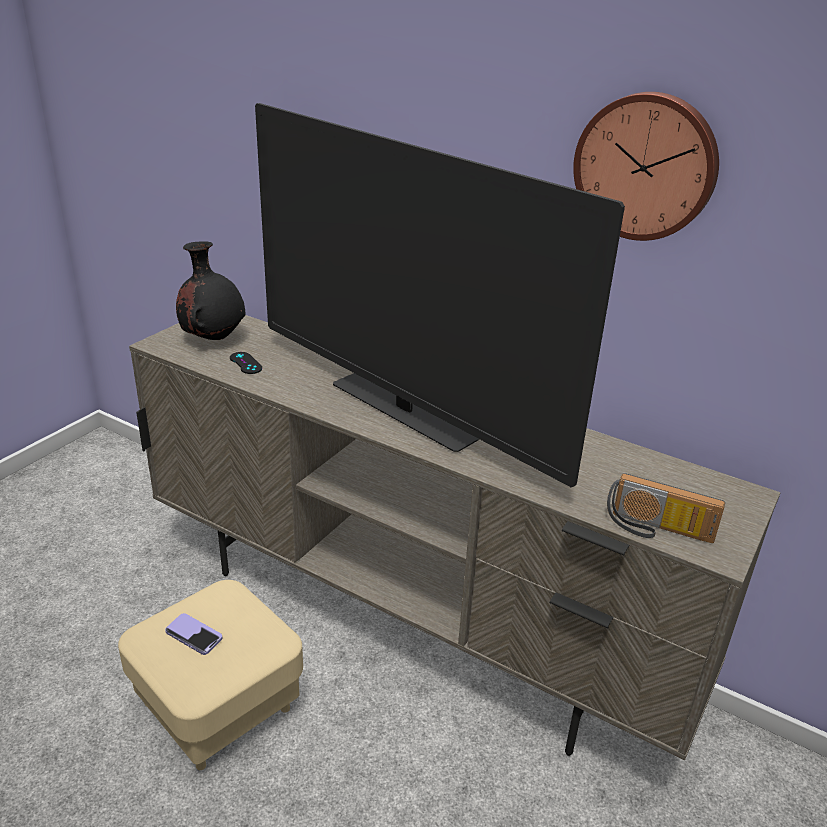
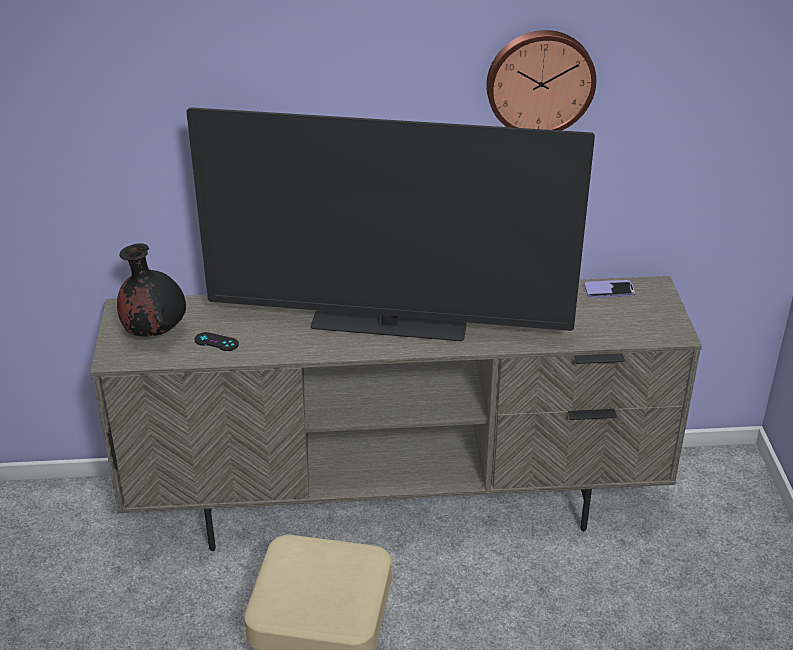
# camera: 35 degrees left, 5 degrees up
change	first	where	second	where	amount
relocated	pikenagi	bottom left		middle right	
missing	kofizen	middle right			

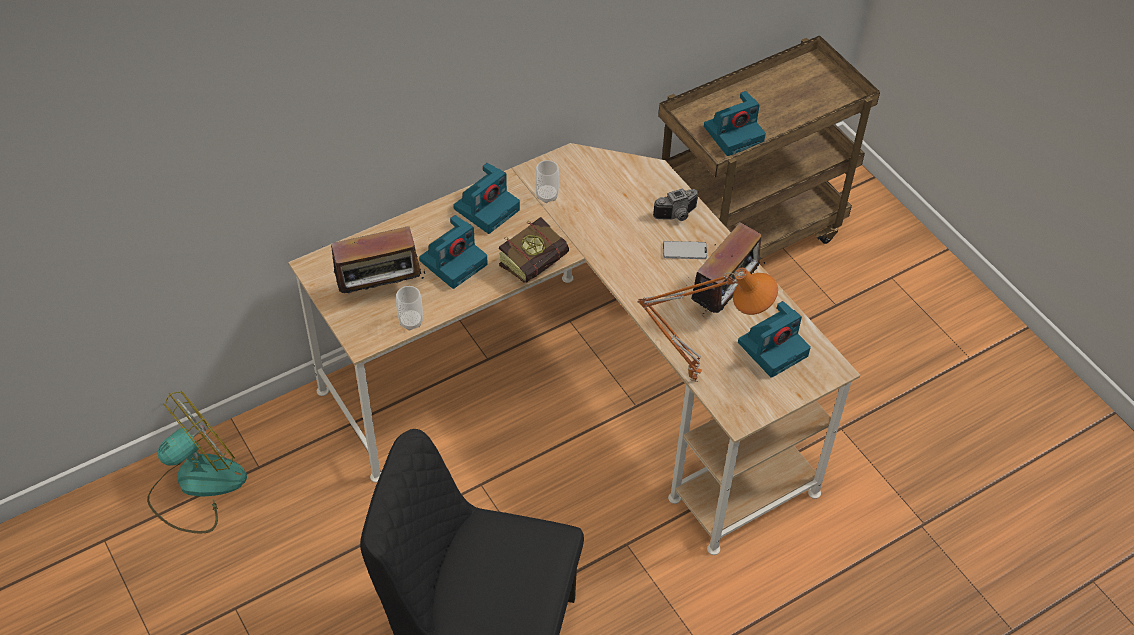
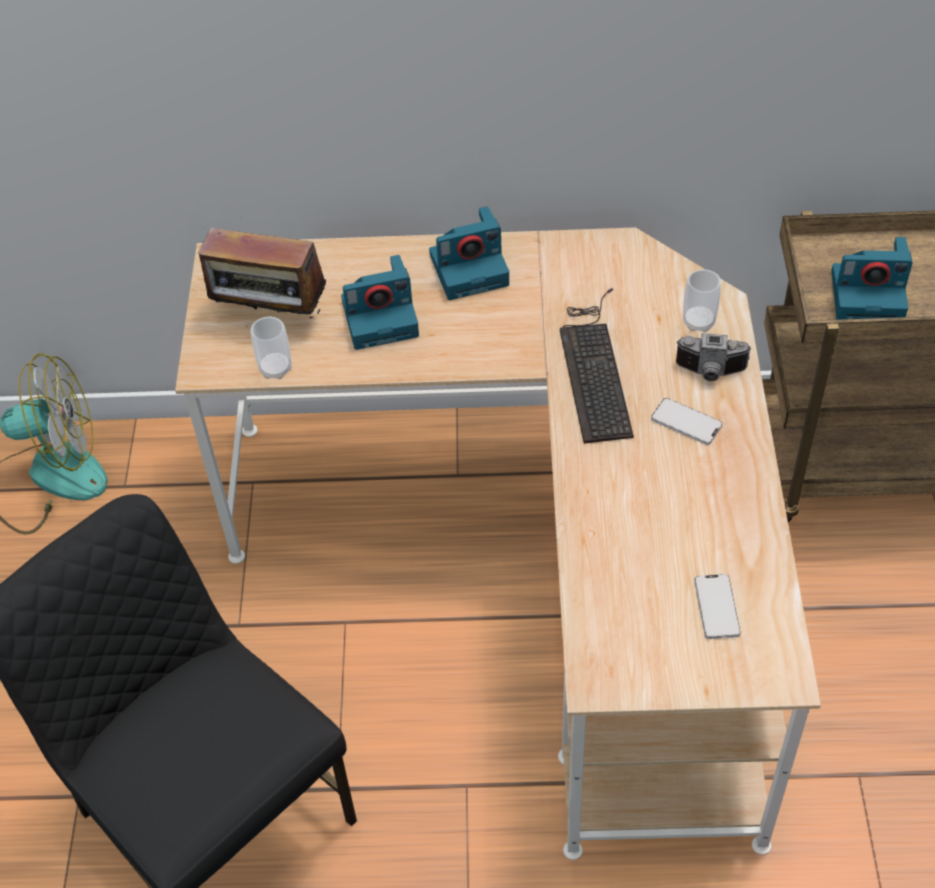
# camera: 35 degrees right, 0 degrees up
change	first	where	second	where	amount
missing	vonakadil	centre			
relocated	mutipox (no. 2 from left)	top centre		middle right	
missing	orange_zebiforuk	centre			
missing	kofizen (no. 2 from left)	centre			
exchanged	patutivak (no. 5 from left)	middle right	pikenagi (no. 2 from left)	bottom right	
appeared			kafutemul	centre	

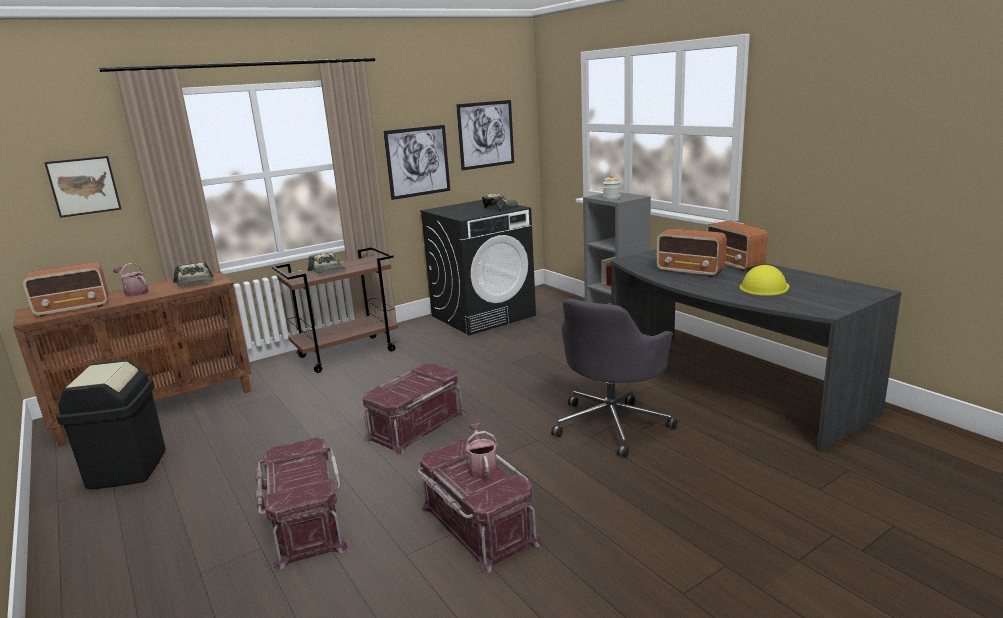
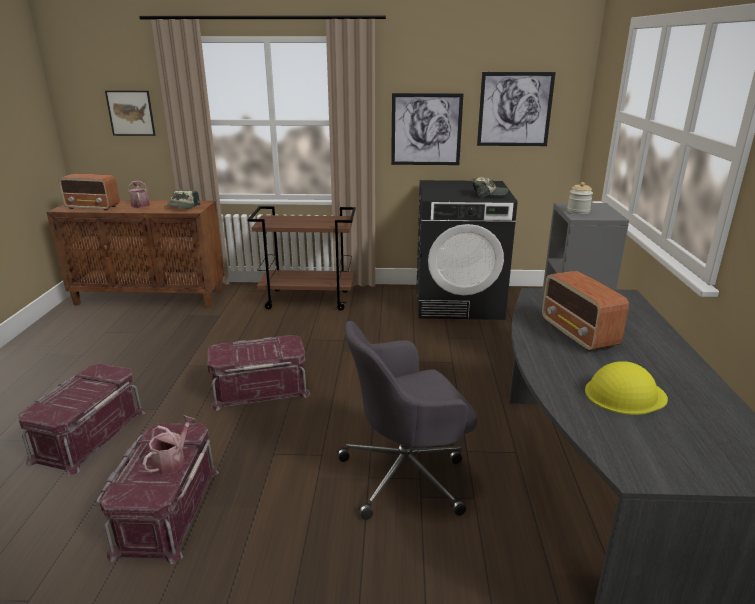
# camera: 35 degrees right, 5 degrees up
change	first	where	second	where	amount
missing	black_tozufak	bottom left			
missing	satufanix (no. 2 from left)	middle left			
missing	kofizen (no. 3 from left)	middle right			

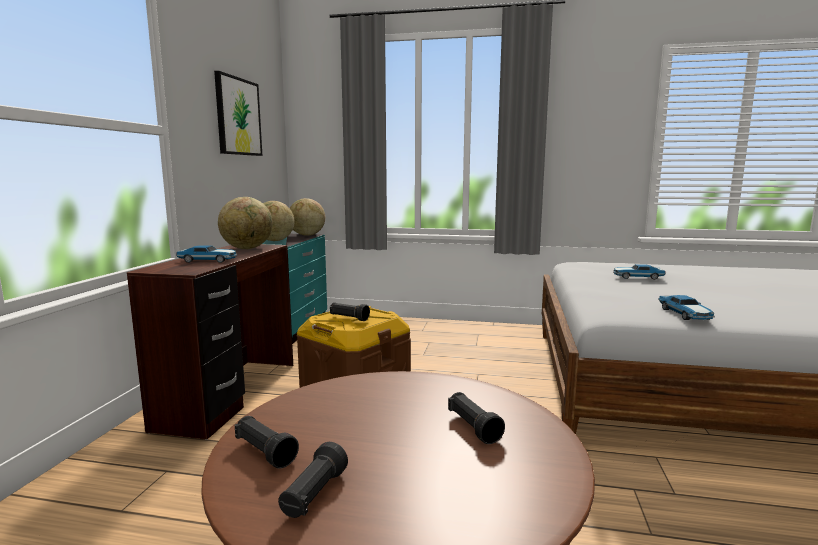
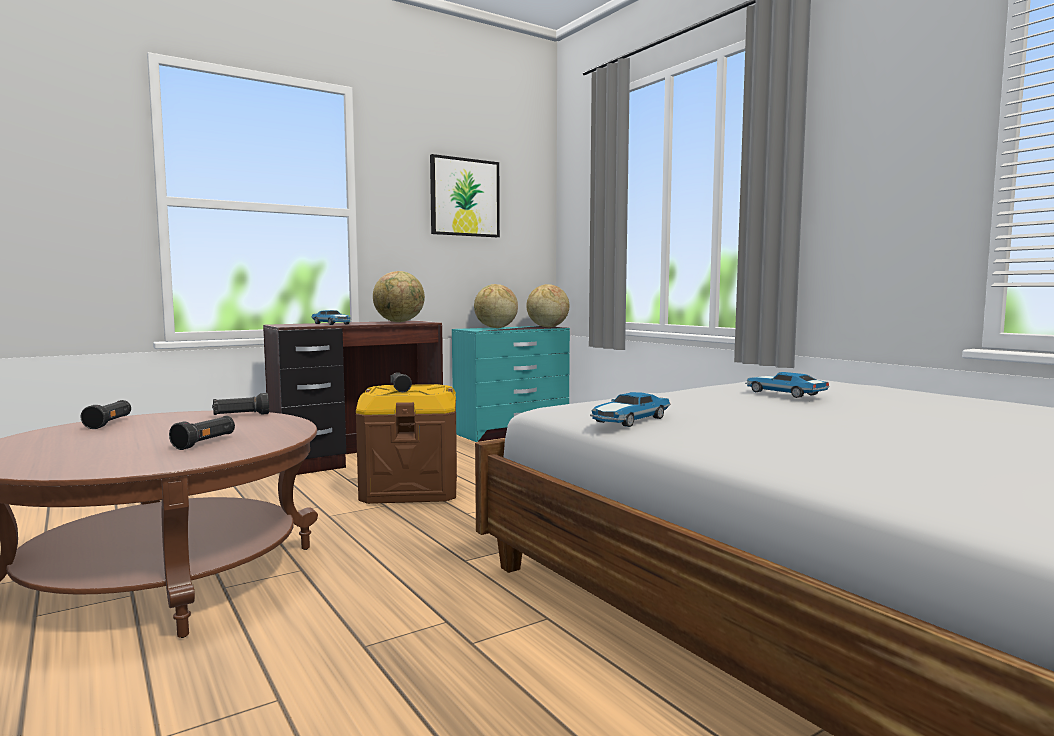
# camera: 45 degrees right, 5 degrees down
change	first	where	second	where	amount
relocated	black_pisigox (no. 2 from left in the first image)	bottom centre	black_pisigox (no. 3 from left)	middle left	

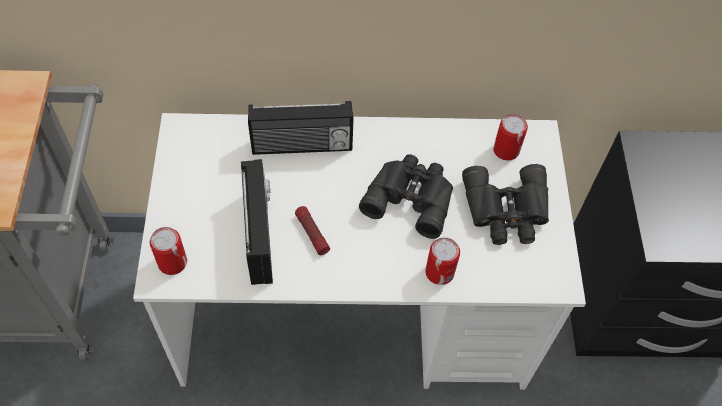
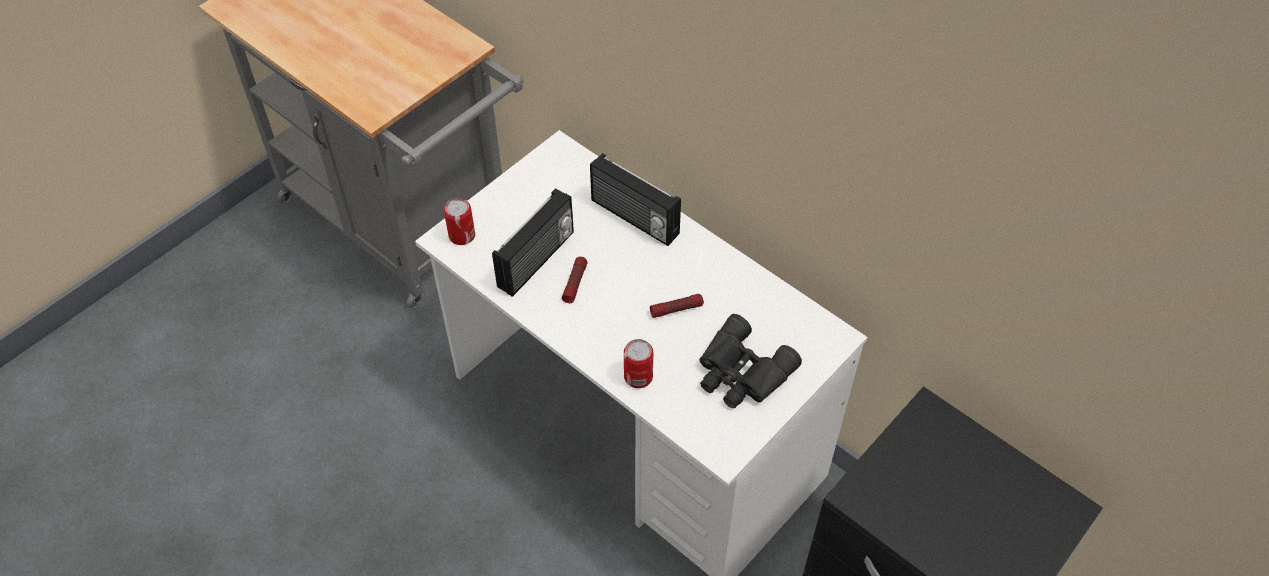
# camera: 45 degrees right, 5 degrees down
change	first	where	second	where	amount
exchanged	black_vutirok (no. 1 from left)	centre	pisigox (no. 2 from left)	centre	
missing	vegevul (no. 3 from left)	middle right			

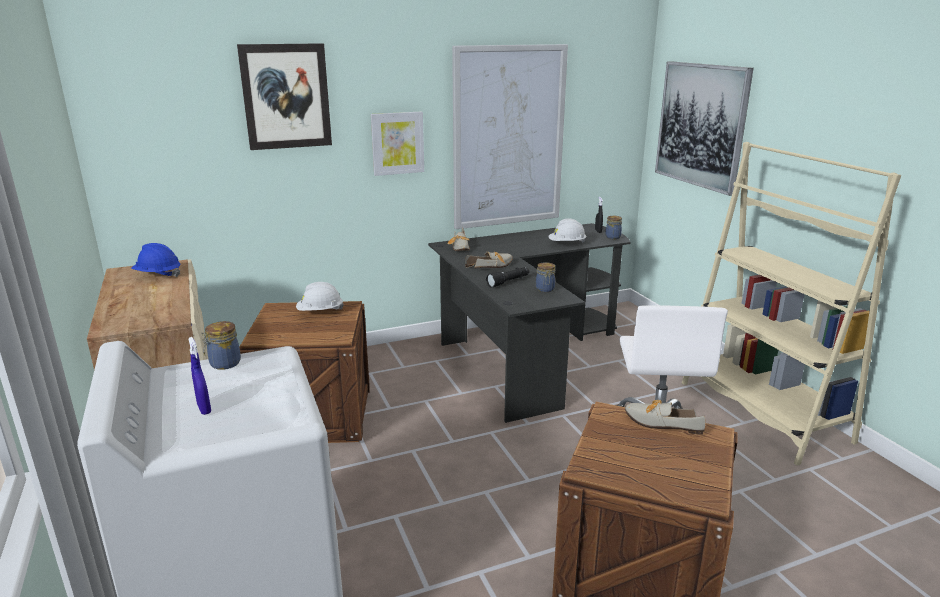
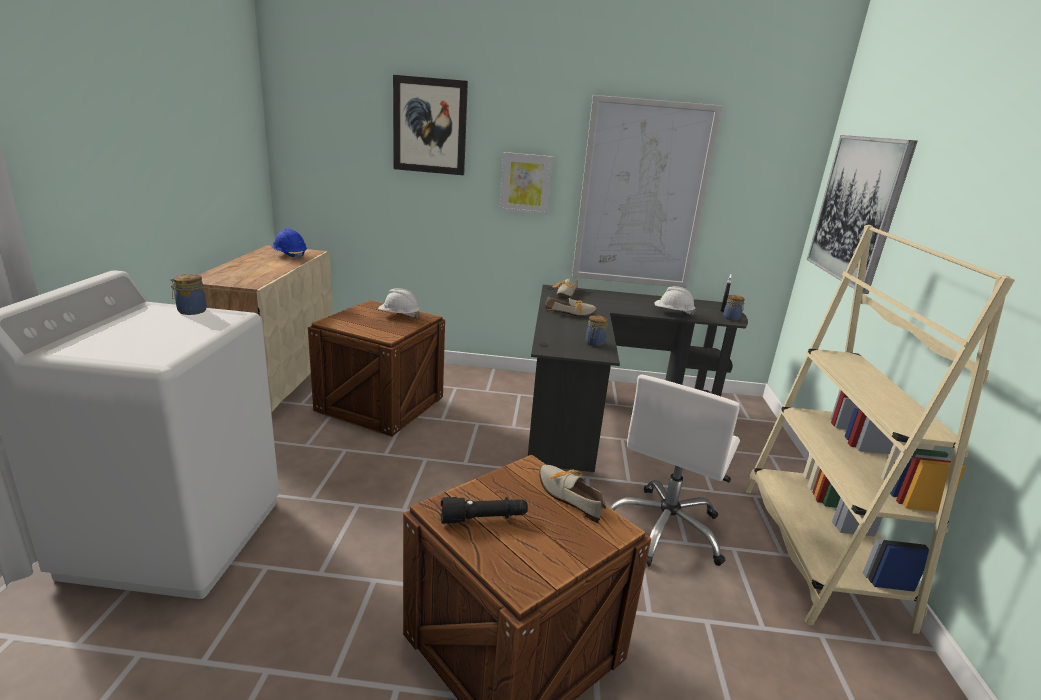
# camera: 25 degrees right, 0 degrees up
change	first	where	second	where	amount
missing	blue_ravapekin	middle left			
relocated	black_pisigox	centre		bottom centre	

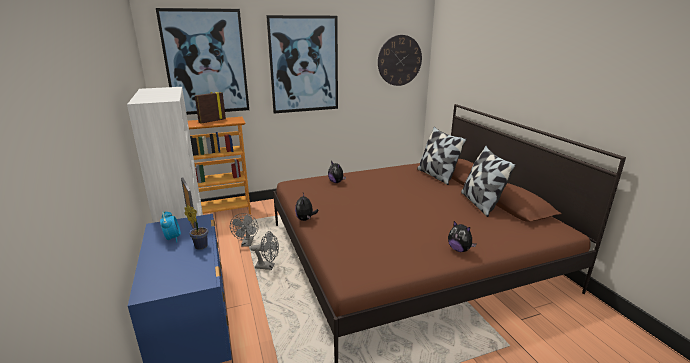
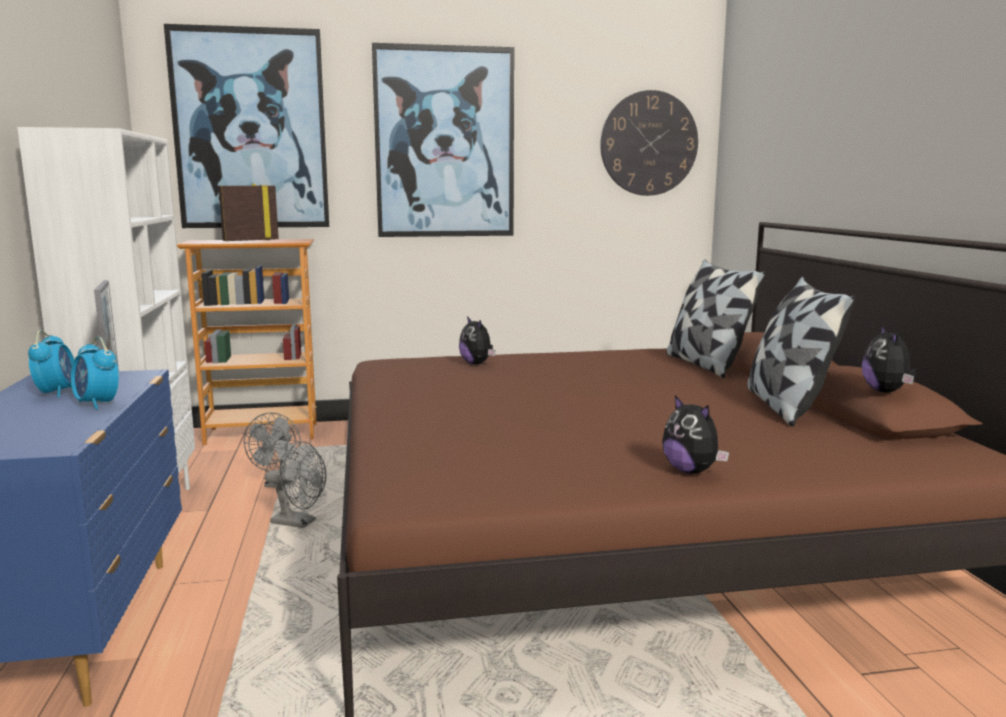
# camera: 10 degrees right, 10 degrees down
change	first	where	second	where	amount
exchanged	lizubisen	middle left	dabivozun (no. 2 from left)	middle left	
relocated	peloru (no. 1 from left in the first image)	centre	peloru (no. 3 from left)	middle right	

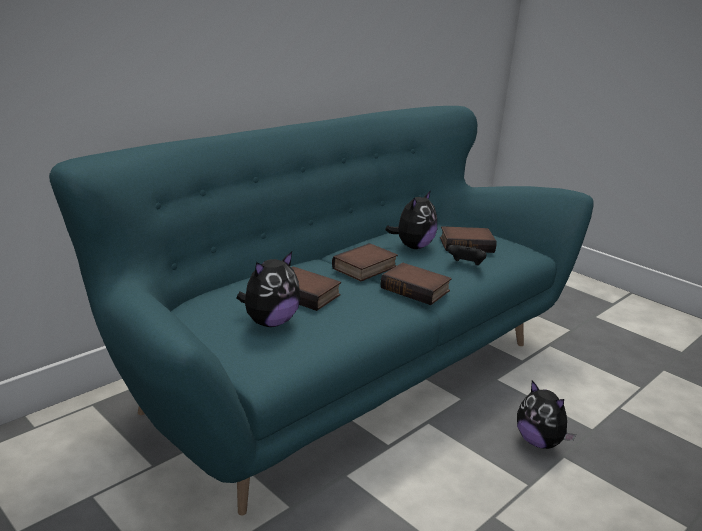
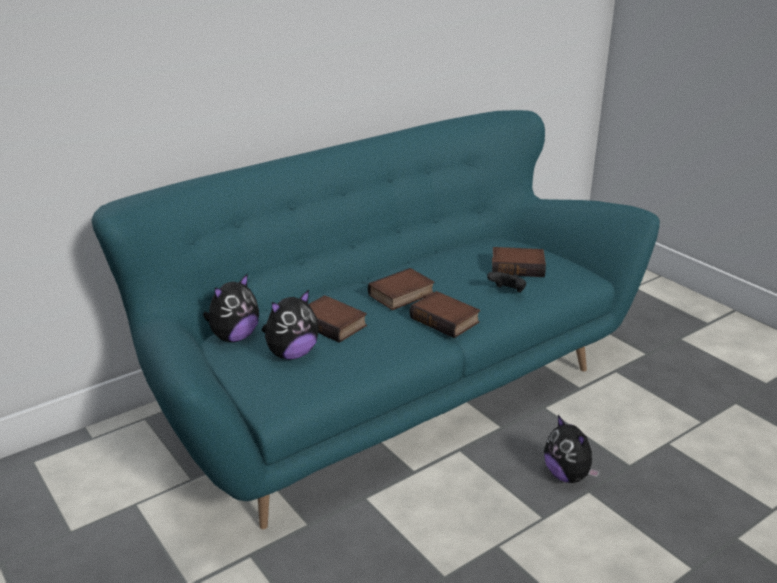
# camera: 10 degrees right, 5 degrees up
change	first	where	second	where	amount
relocated	peloru (no. 2 from left in the first image)	centre	peloru (no. 1 from left)	middle left	

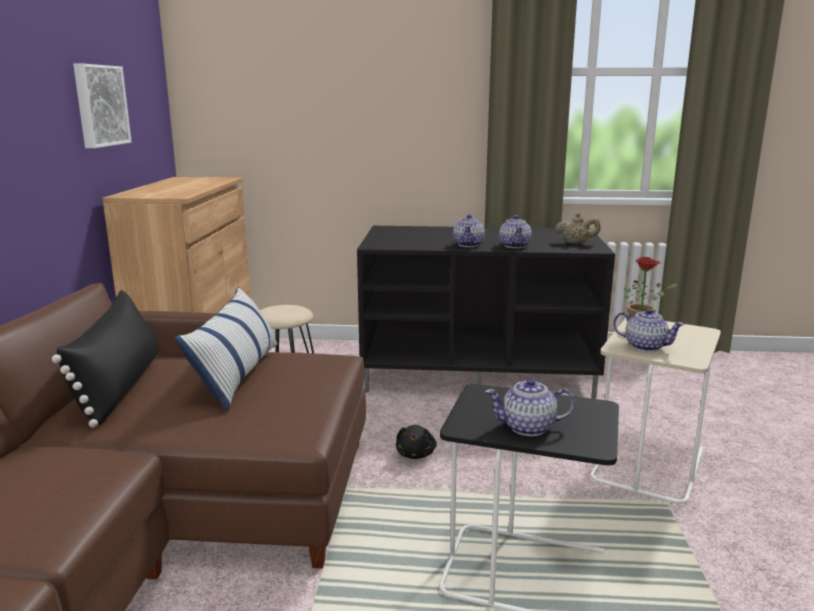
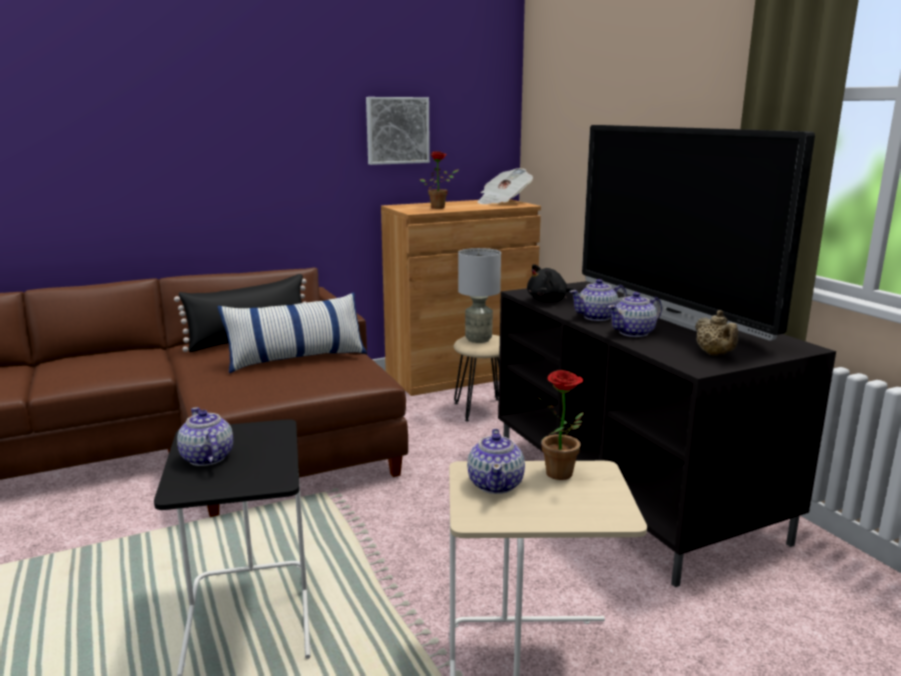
# camera: 60 degrees right, 0 degrees up
change	first	where	second	where	amount
relocated	black_peloru	bottom centre		centre	
appeared			lizubisen (no. 1 from left)	top centre	
appeared			grey_zebiforuk	centre	
appeared			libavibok	top centre	
appeared			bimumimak	middle right	

